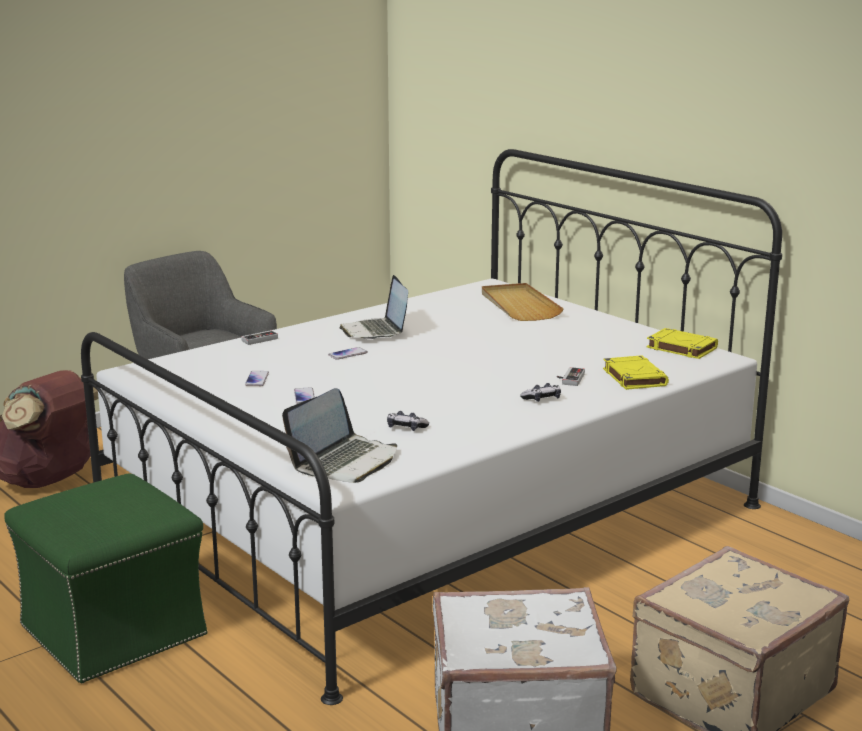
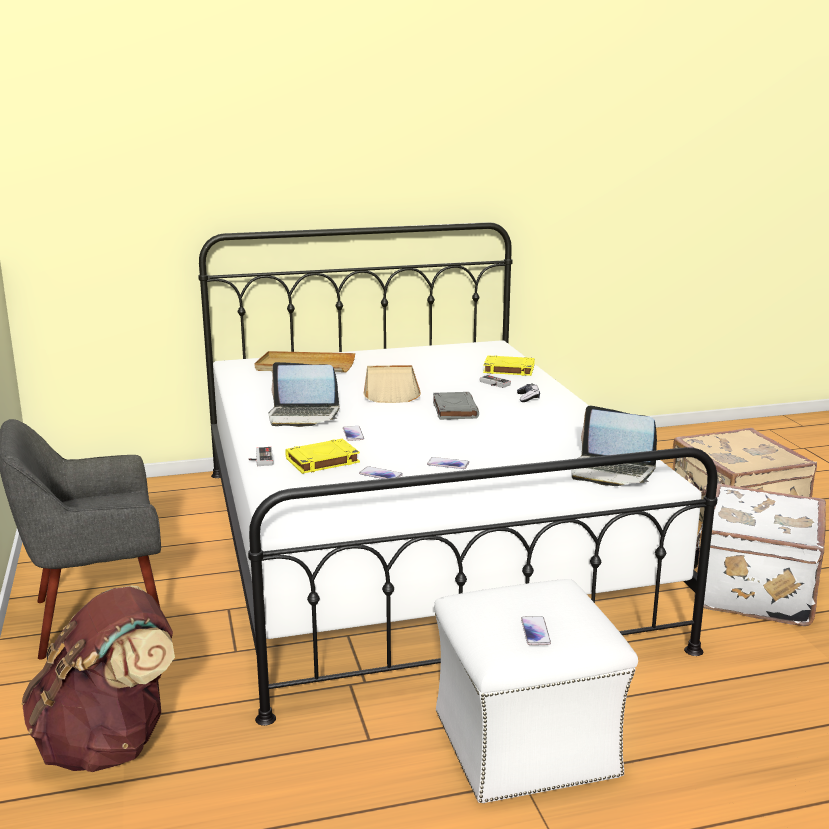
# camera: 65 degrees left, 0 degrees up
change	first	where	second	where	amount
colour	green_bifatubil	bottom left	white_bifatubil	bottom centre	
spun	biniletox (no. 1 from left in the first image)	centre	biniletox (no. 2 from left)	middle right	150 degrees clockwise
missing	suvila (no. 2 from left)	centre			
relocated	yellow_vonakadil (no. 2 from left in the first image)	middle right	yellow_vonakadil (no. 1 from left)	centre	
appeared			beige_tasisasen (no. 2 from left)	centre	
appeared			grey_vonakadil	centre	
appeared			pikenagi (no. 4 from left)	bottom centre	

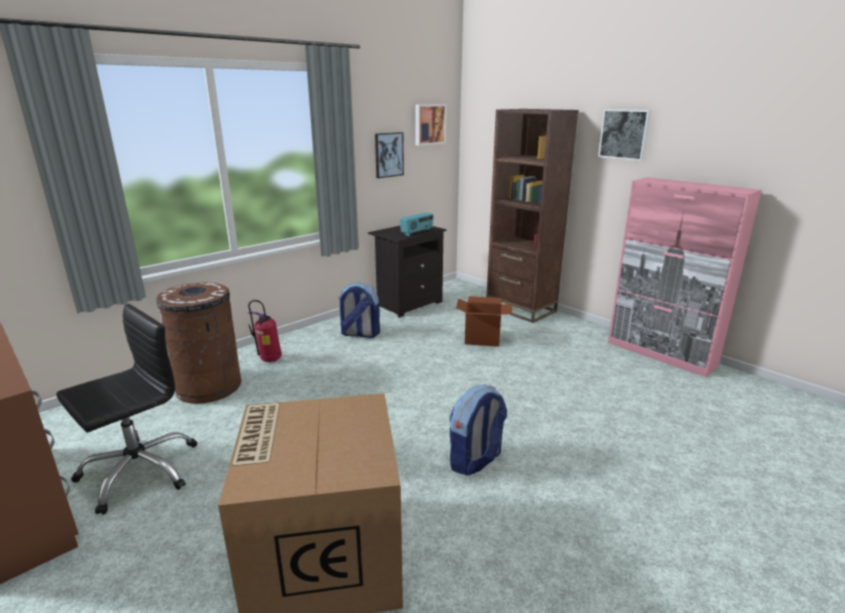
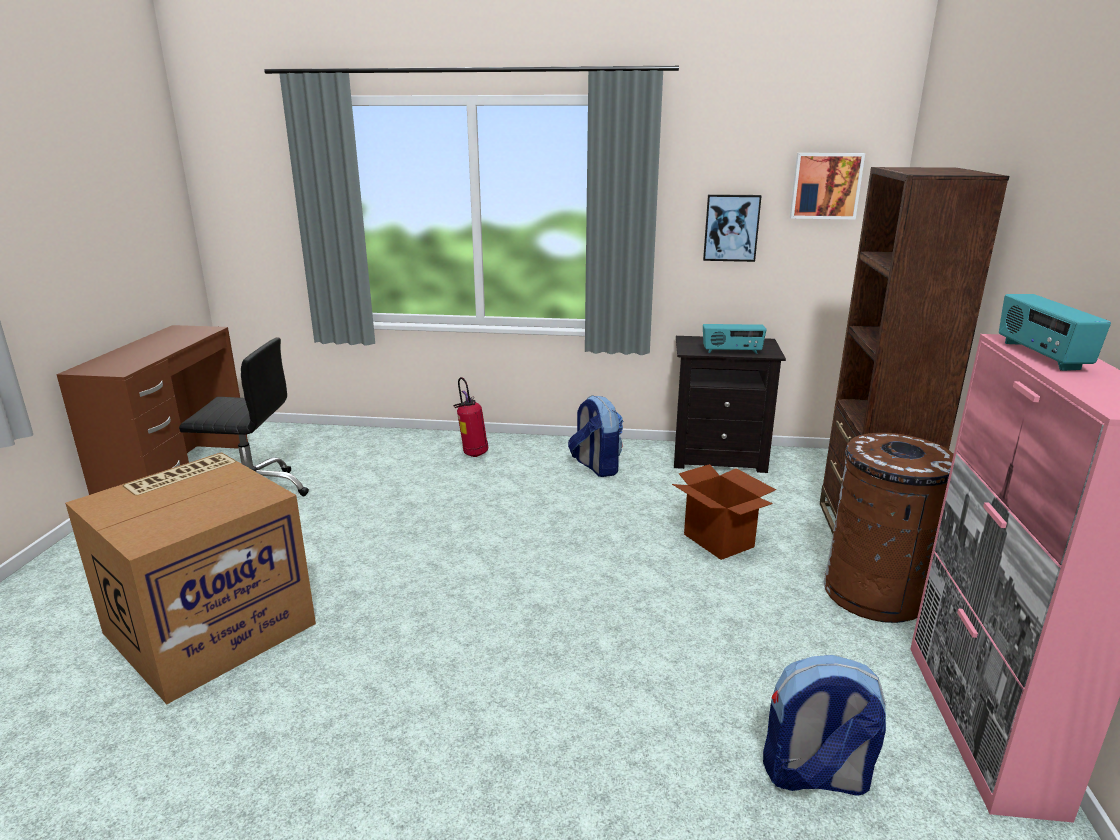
# camera: 50 degrees right, 0 degrees up
change	first	where	second	where	amount
relocated	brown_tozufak	middle left		middle right	
relocated	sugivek (no. 2 from left)	bottom centre		bottom right	
missing	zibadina (no. 3 from left)	top right			
appeared			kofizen (no. 2 from left)	middle right	

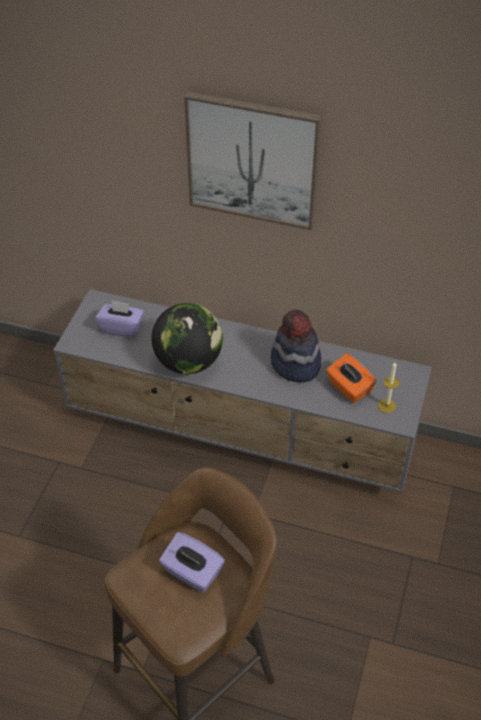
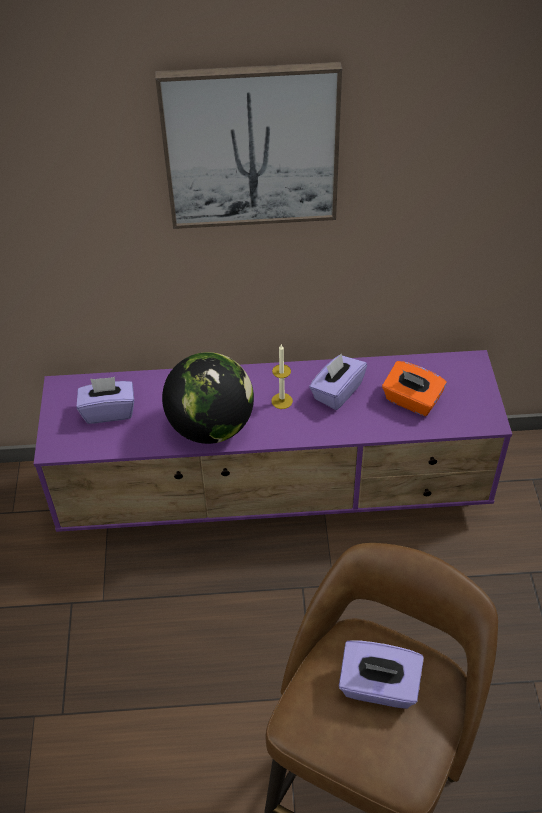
# camera: 20 degrees left, 0 degrees up
change	first	where	second	where	amount
colour	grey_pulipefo	centre	purple_pulipefo	centre	
exchanged	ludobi	centre	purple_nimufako (no. 2 from left)	centre	
relocated	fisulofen	middle right		centre	

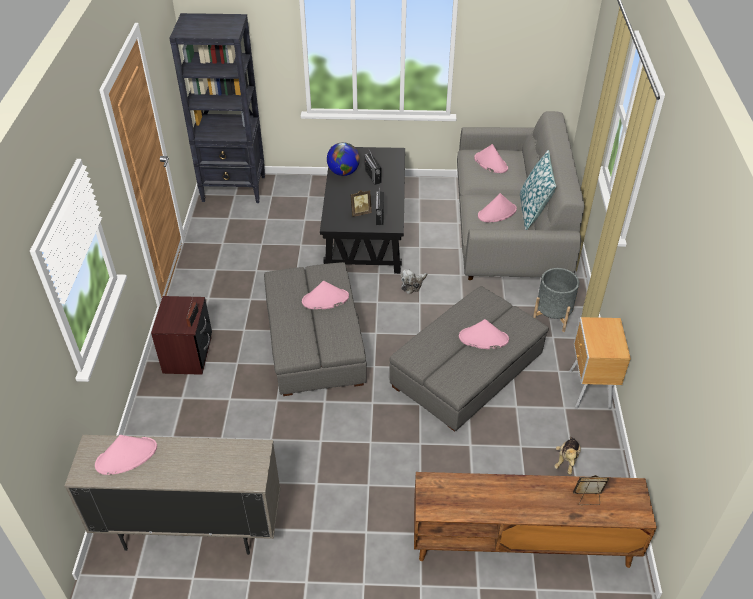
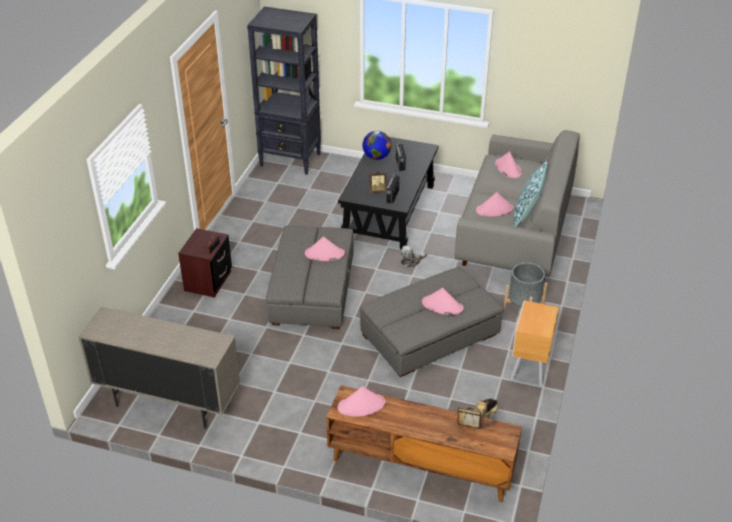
# camera: 15 degrees right, 5 degrees down
change	first	where	second	where	amount
relocated	pink_ludobi (no. 1 from left in the first image)	bottom left	pink_ludobi (no. 2 from left)	bottom centre	

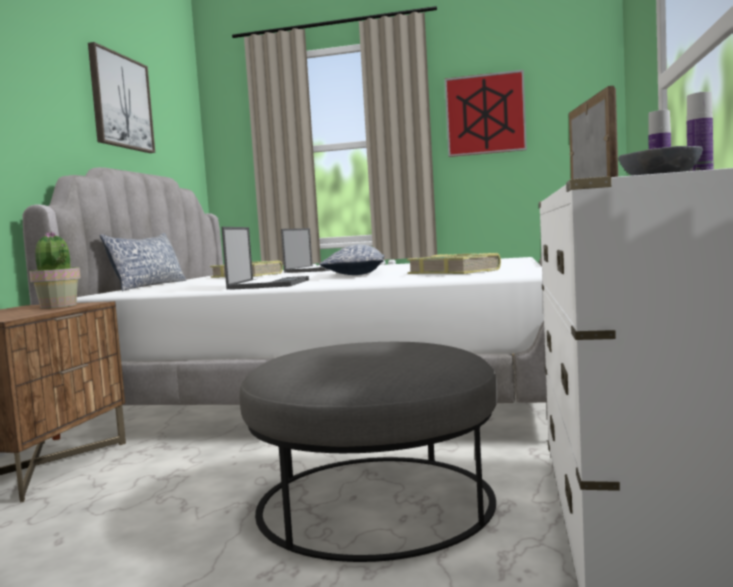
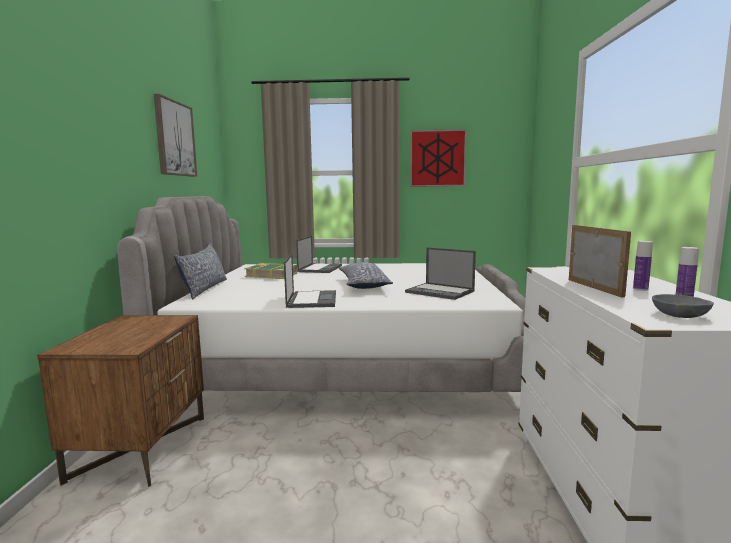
# camera: 10 degrees left, 5 degrees up
change	first	where	second	where	amount
missing	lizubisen	middle left			
missing	grey_bifatubil	bottom centre			
exchanged	vonakadil (no. 2 from left)	centre	biniletox (no. 3 from left)	centre	

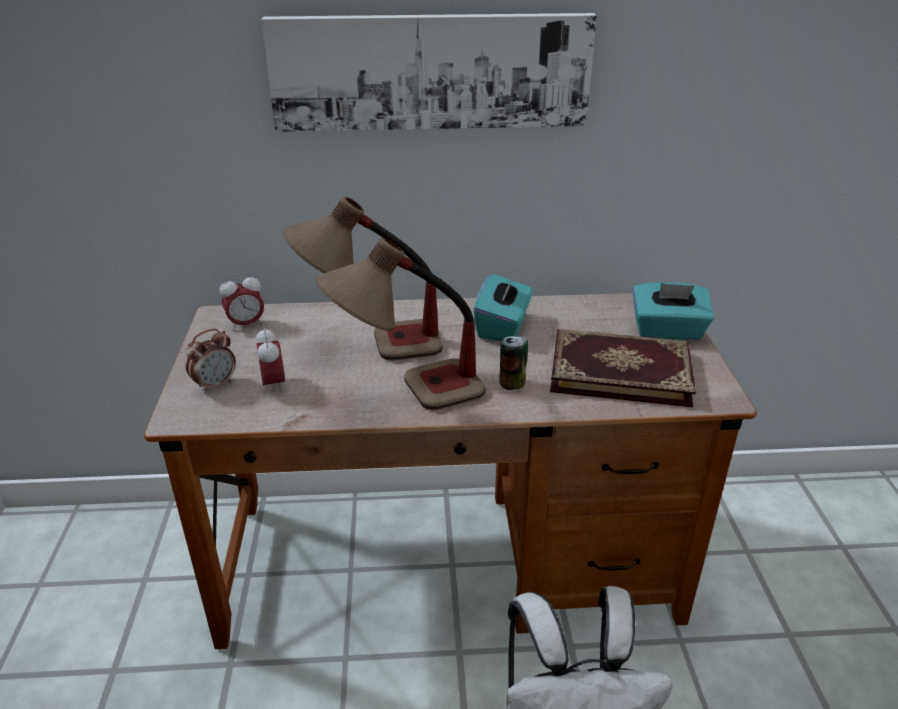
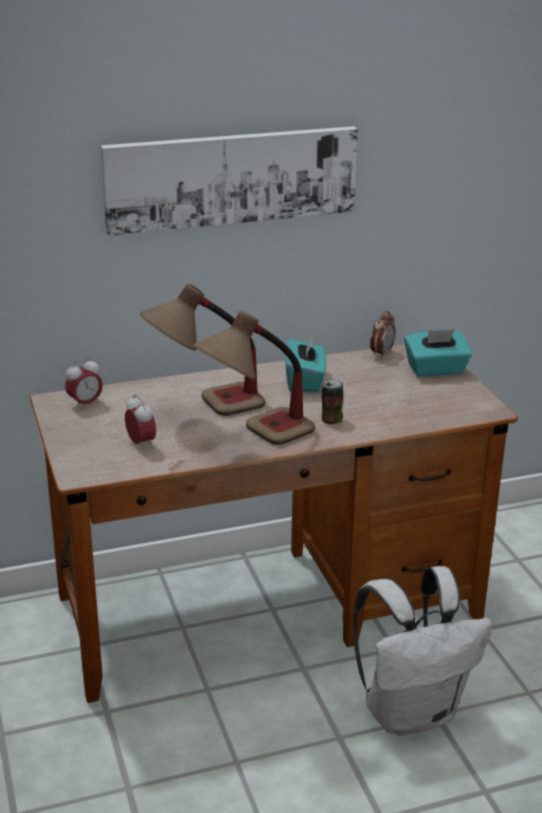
# camera: 15 degrees left, 5 degrees down
change	first	where	second	where	amount
relocated	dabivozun (no. 1 from left in the first image)	middle left	dabivozun (no. 3 from left)	middle right	
missing	vonakadil	middle right			

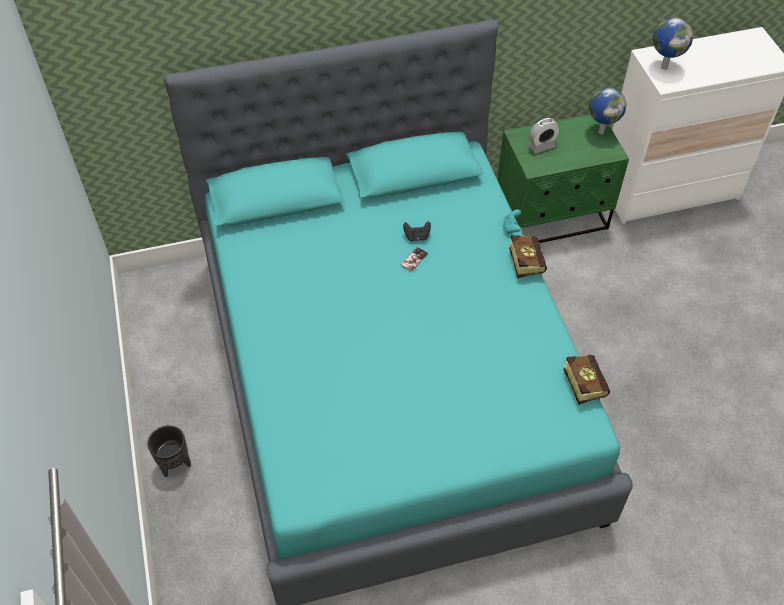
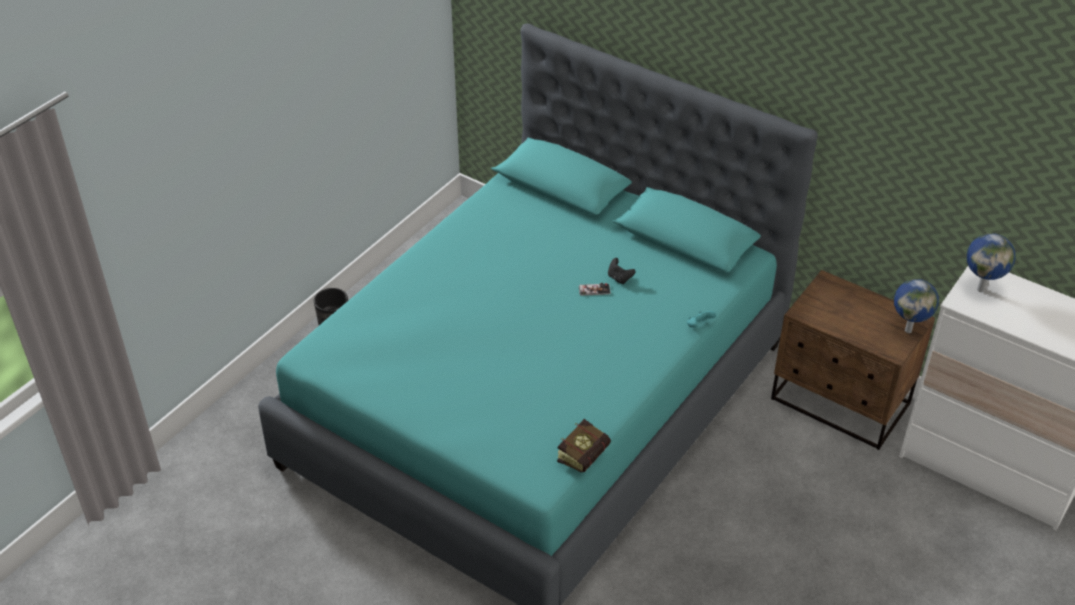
# camera: 50 degrees right, 10 degrees down
change	first	where	second	where	amount
colour	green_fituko	top right	brown_fituko	middle right	
missing	vonakadil (no. 1 from left)	middle right			
missing	dabivozun	top right			

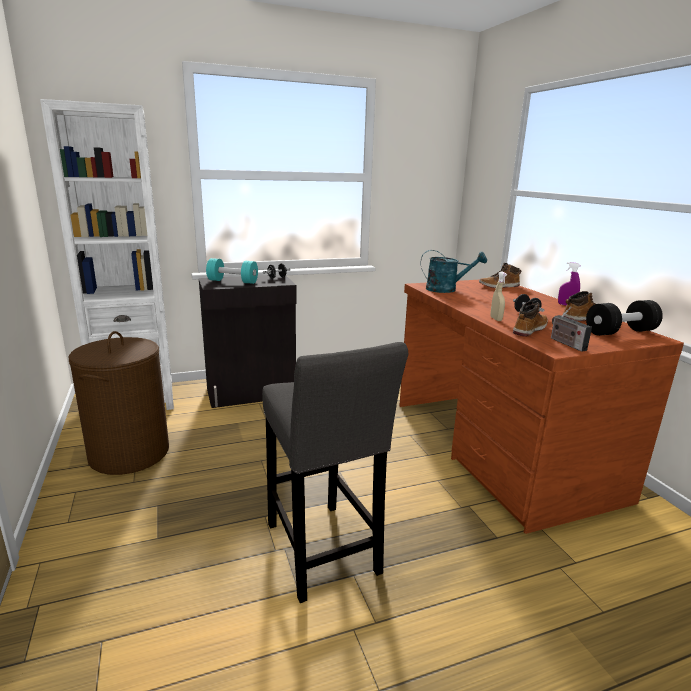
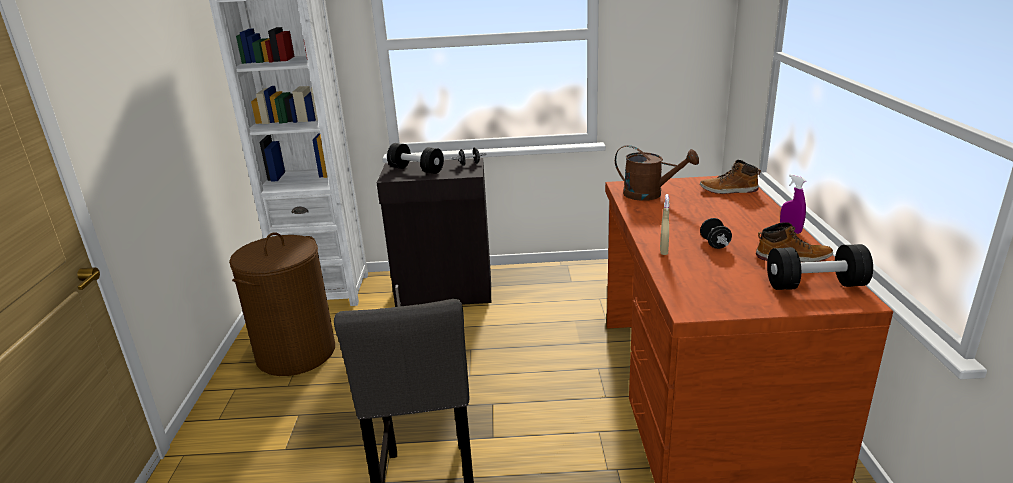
# camera: 20 degrees right, 5 degrees up
change	first	where	second	where	amount
colour	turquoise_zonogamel	centre	black_zonogamel (no. 1 from left)	top centre	
colour	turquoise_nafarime	centre	brown_nafarime	centre	
missing	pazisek (no. 2 from left)	middle right			
missing	kofizen	middle right			

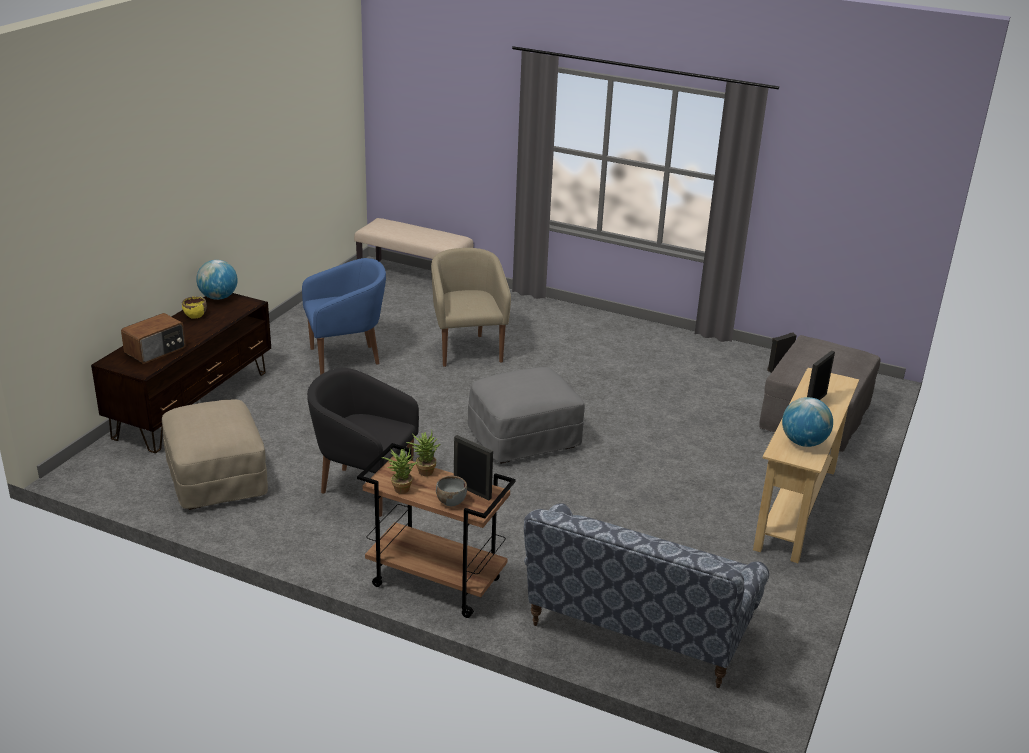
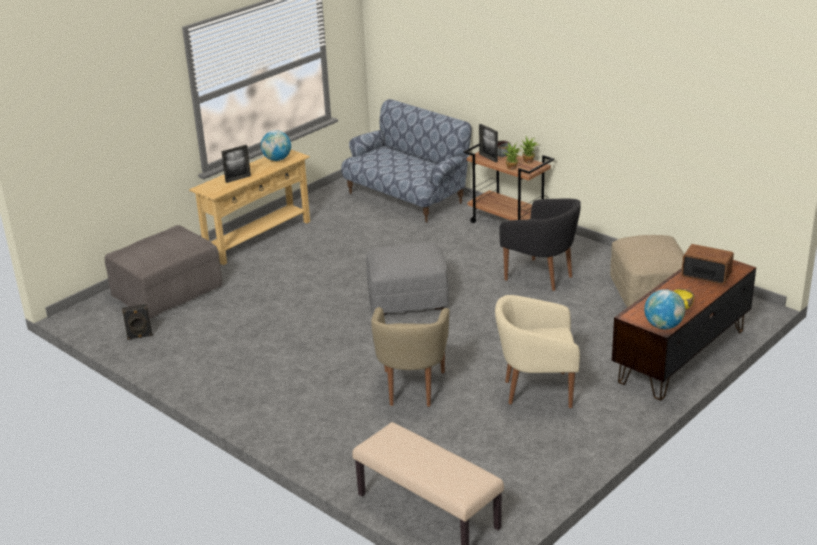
# camera: 160 degrees left, 0 degrees up
change	first	where	second	where	amount
spun	kofizen	middle left		middle right	60 degrees clockwise
colour	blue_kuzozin	centre	beige_kuzozin (no. 2 from left)	centre	

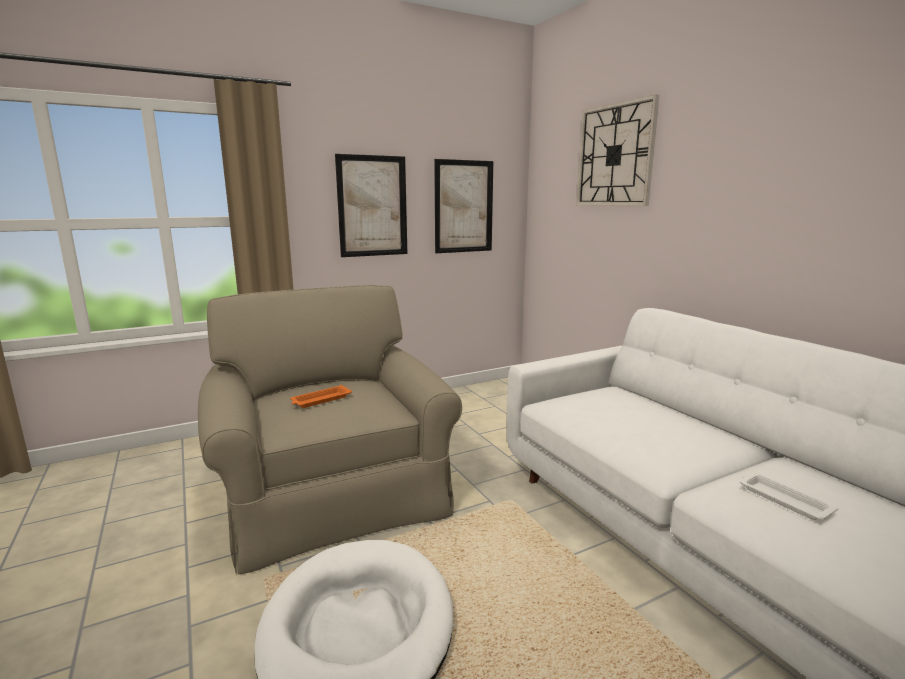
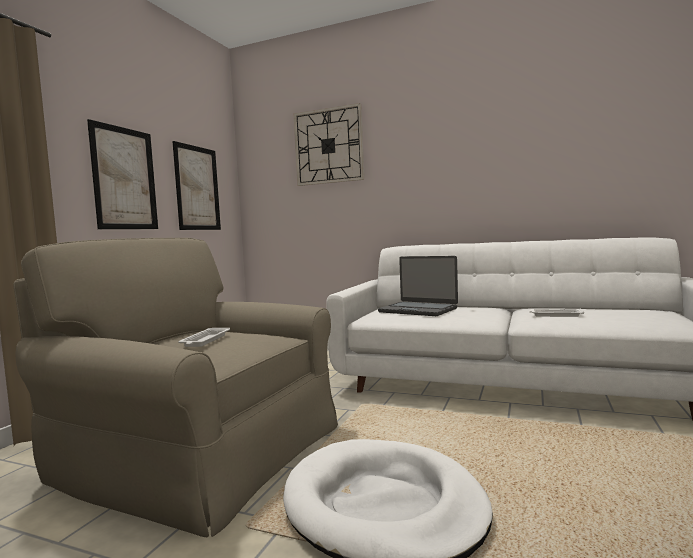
# camera: 40 degrees left, 10 degrees down
change	first	where	second	where	amount
colour	orange_tasisasen	centre	white_tasisasen (no. 1 from left)	middle left	
appeared			biniletox	centre	

